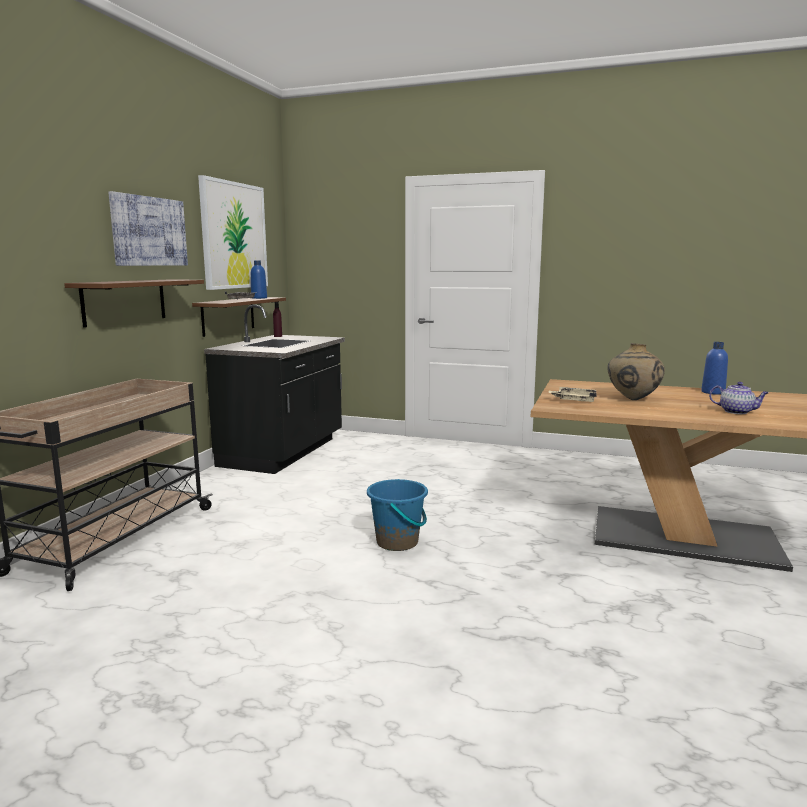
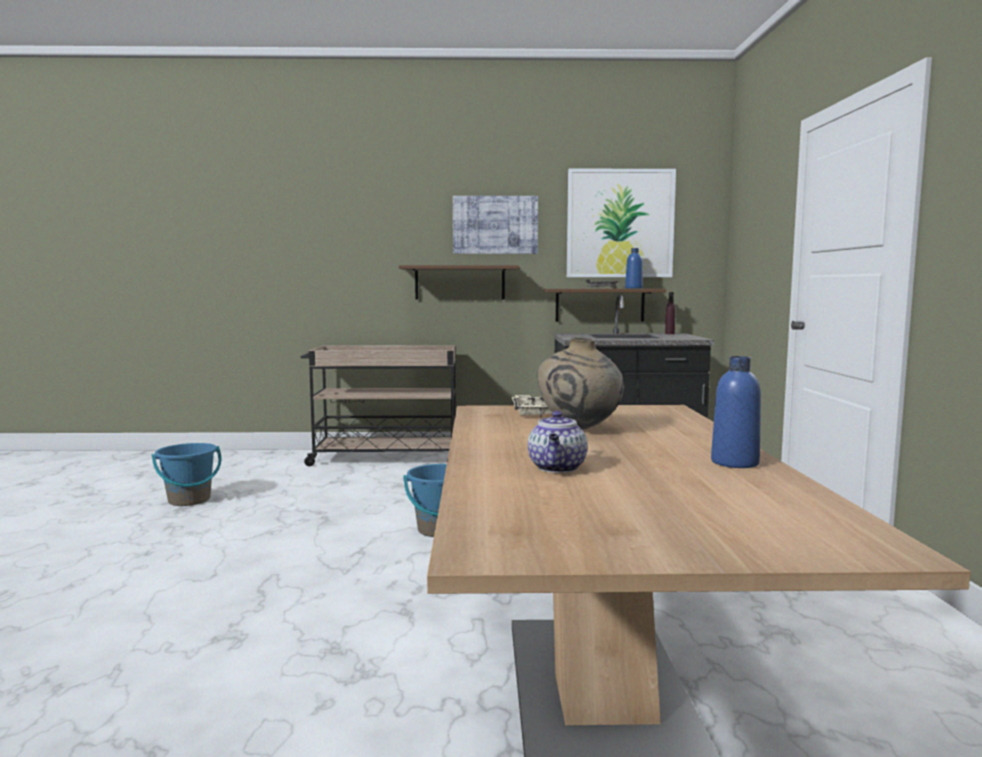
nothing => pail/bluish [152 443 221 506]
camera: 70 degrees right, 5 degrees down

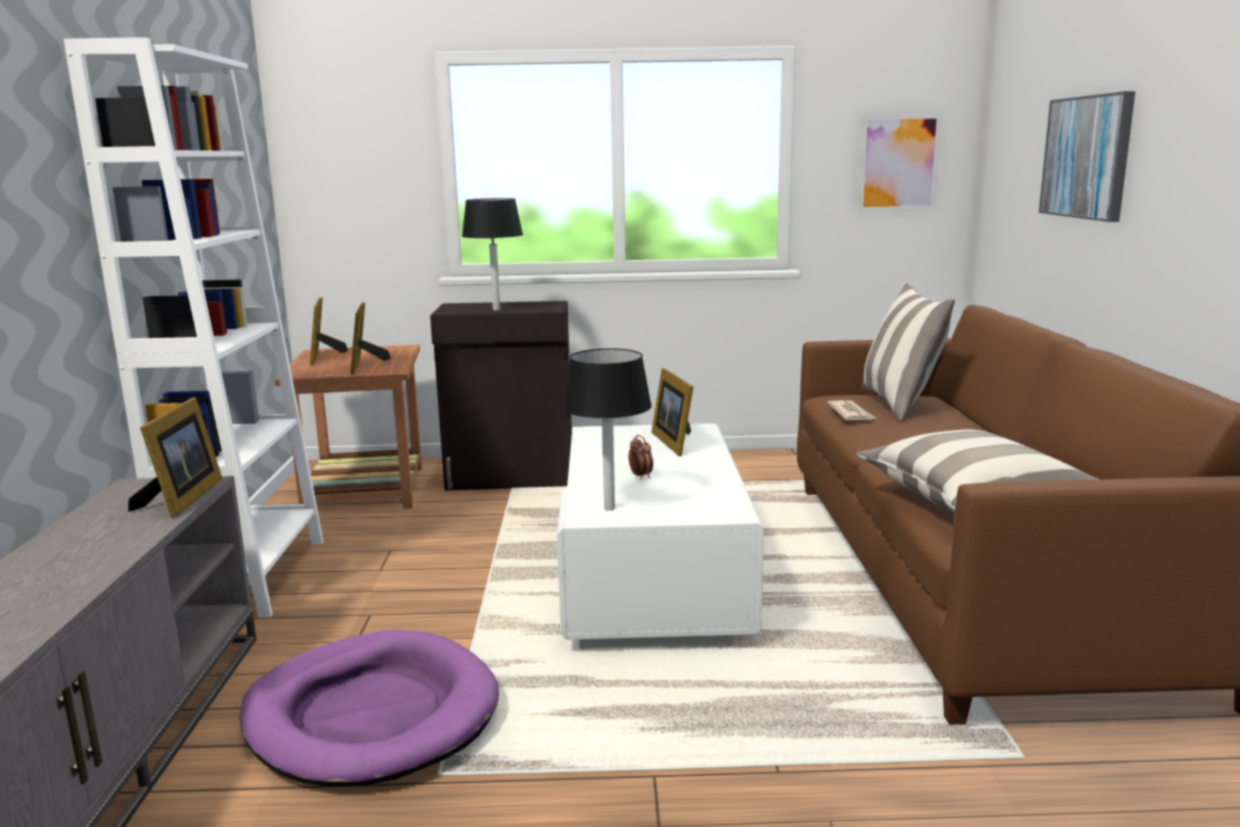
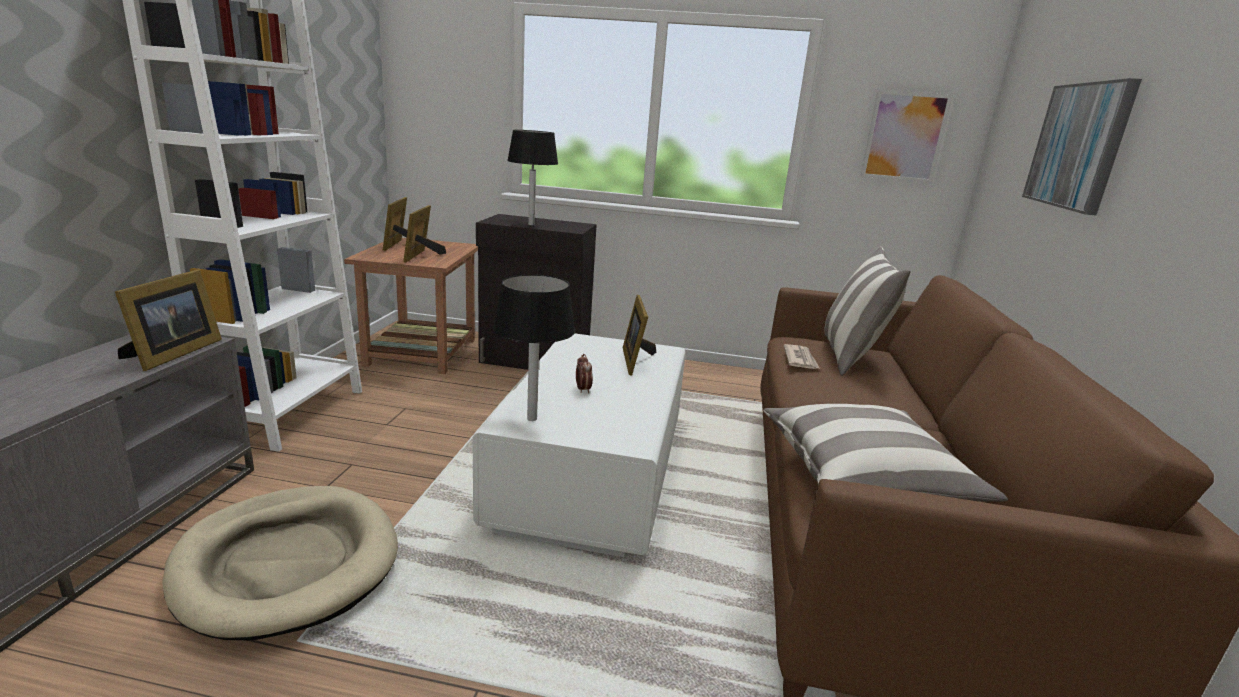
pet bed/purplish [239 630 499 786] => pet bed/beige [162 486 398 640]
camera: 10 degrees right, 5 degrees up

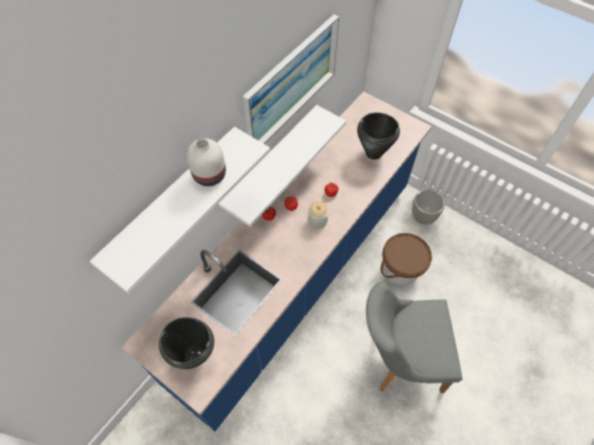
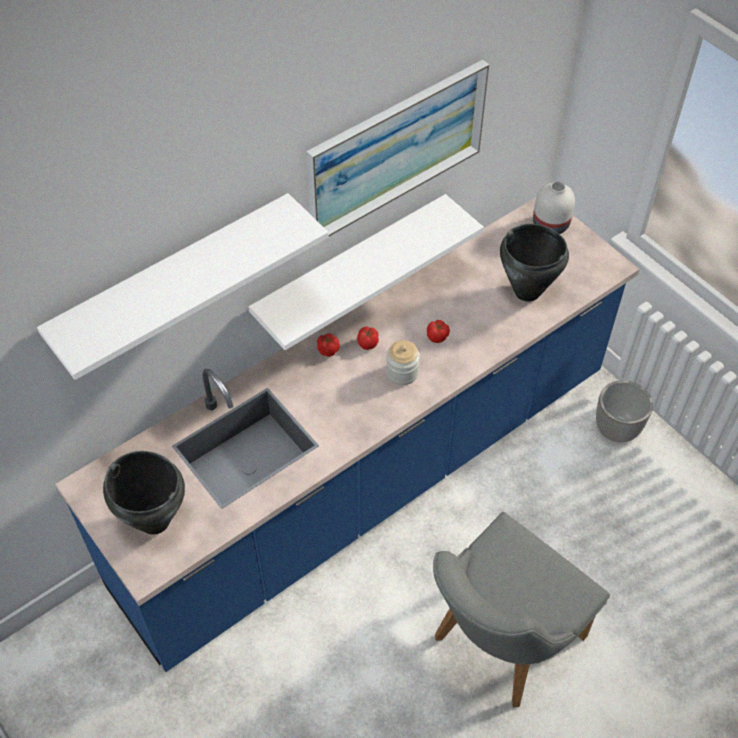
decorative vase/white-coloured [187 138 226 186] => decorative vase/white-coloured [533 181 575 234], move
plain chair/gray [366 281 462 393] => plain chair/gray [433 512 610 707], 60 degrees counterclockwise
pail/brown [381 233 432 286] => nothing
camera: 15 degrees right, 5 degrees down

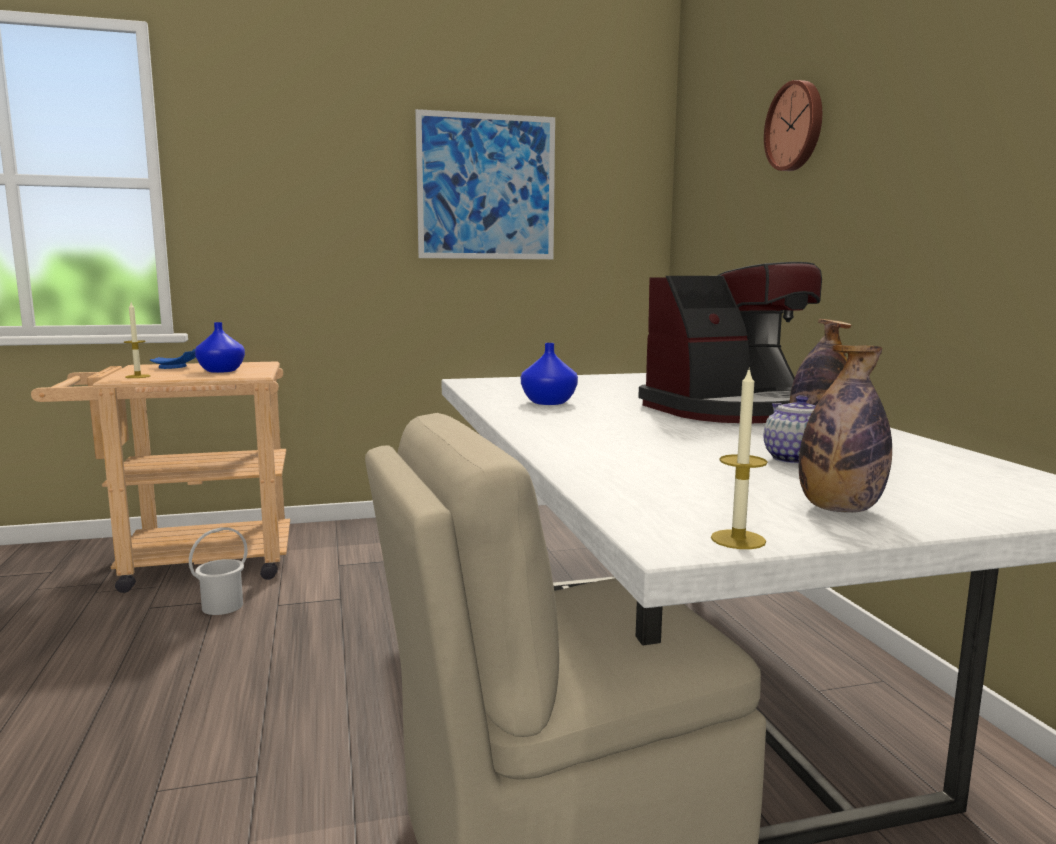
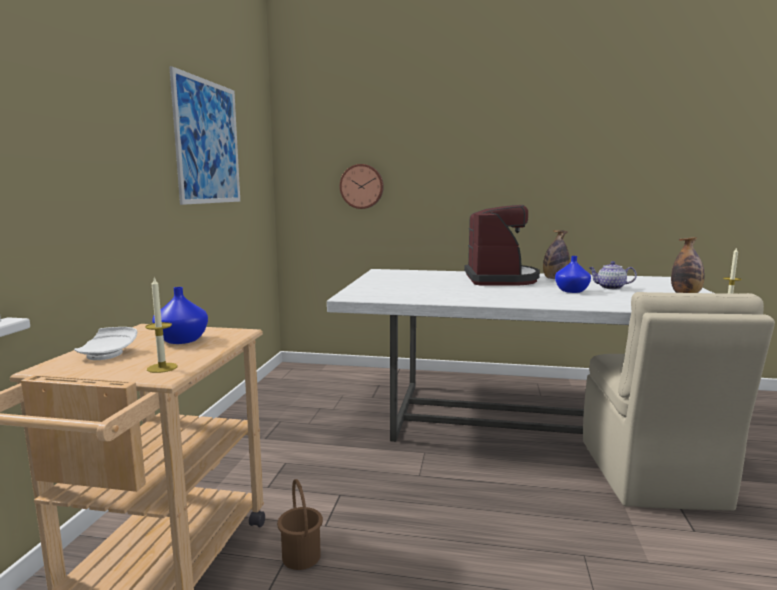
dinner plate/bluish [150 349 196 369] => dinner plate/white-coloured [74 327 137 360]
pail/white-coloured [189 527 248 615] => pail/brown [277 479 323 570]
decorative vase/bluish [521 343 578 405] => decorative vase/bluish [555 256 591 293], move
clock on the wall [764 80 822 171] => clock on the wall [340 164 384 209], move
camera: 65 degrees left, 0 degrees up

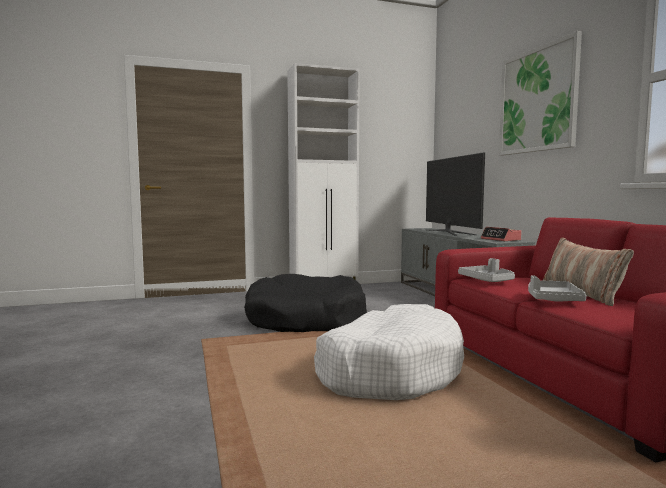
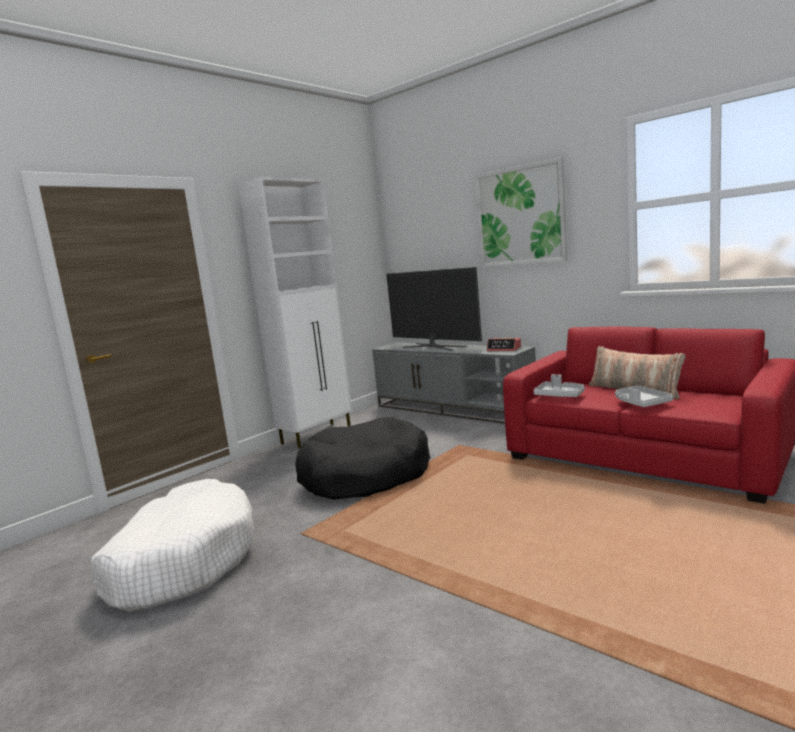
pet bed/white-coloured [314 304 464 400] => pet bed/white-coloured [91 479 254 612], move
camera: 30 degrees left, 5 degrees up

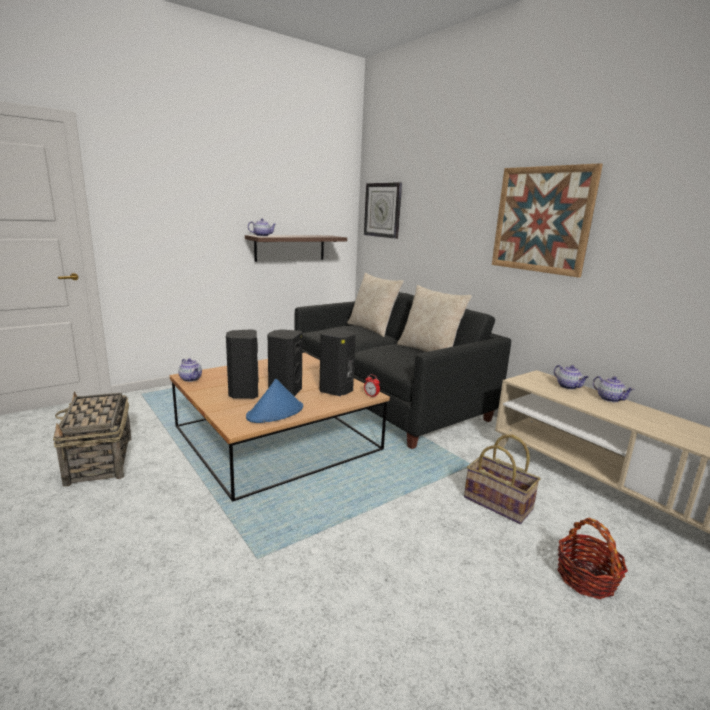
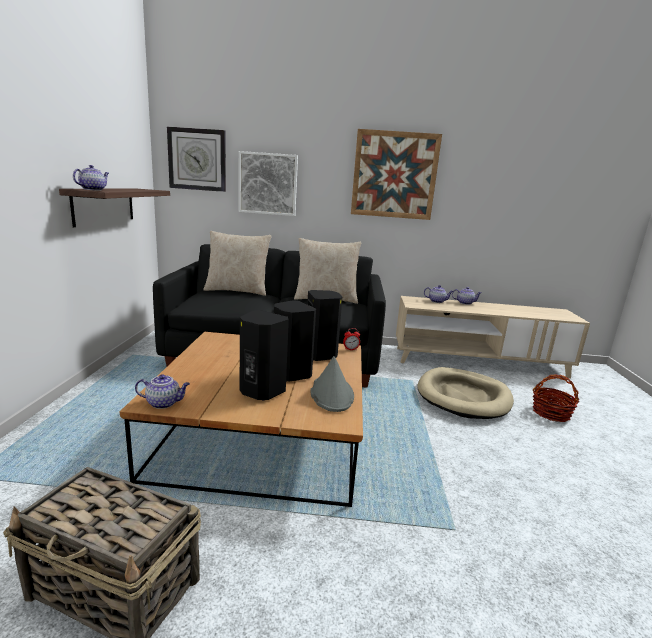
hat/bluish [246 379 303 423] => hat/gray [311 356 354 412]
household basket [464 434 541 524] => pet bed/beige [417 367 514 419]
nothing => wall picture [238 151 298 216]
camera: 50 degrees left, 0 degrees up

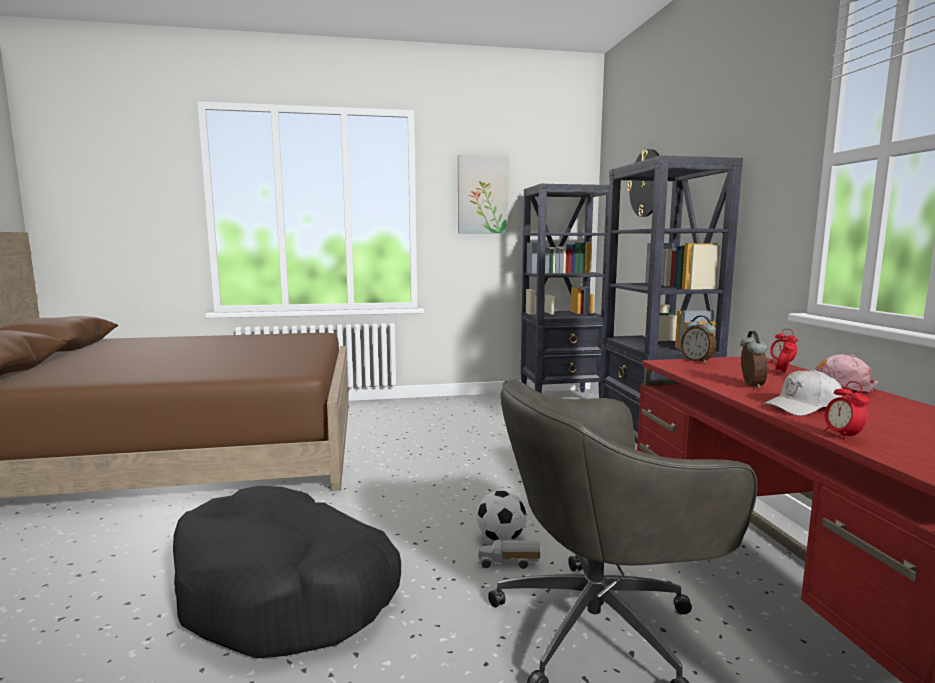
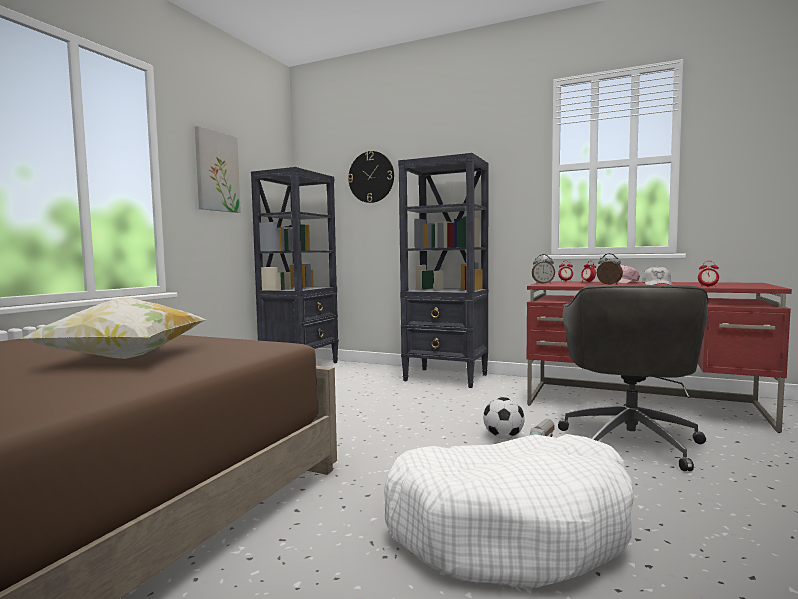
pet bed/black [173 486 401 658] => pet bed/white-coloured [384 434 634 589]
nothing => throw pillow [21 297 206 359]
camera: 55 degrees left, 5 degrees down

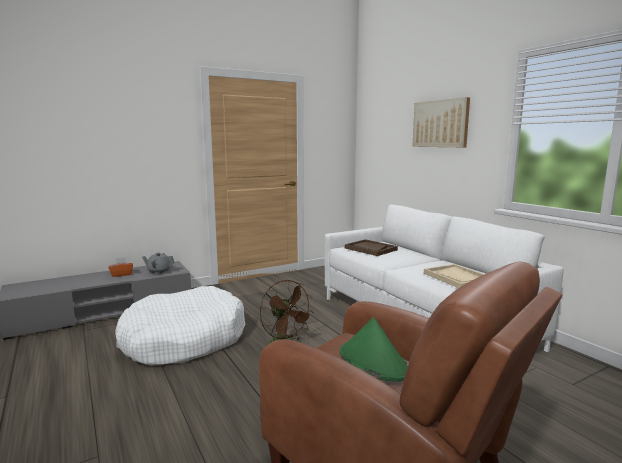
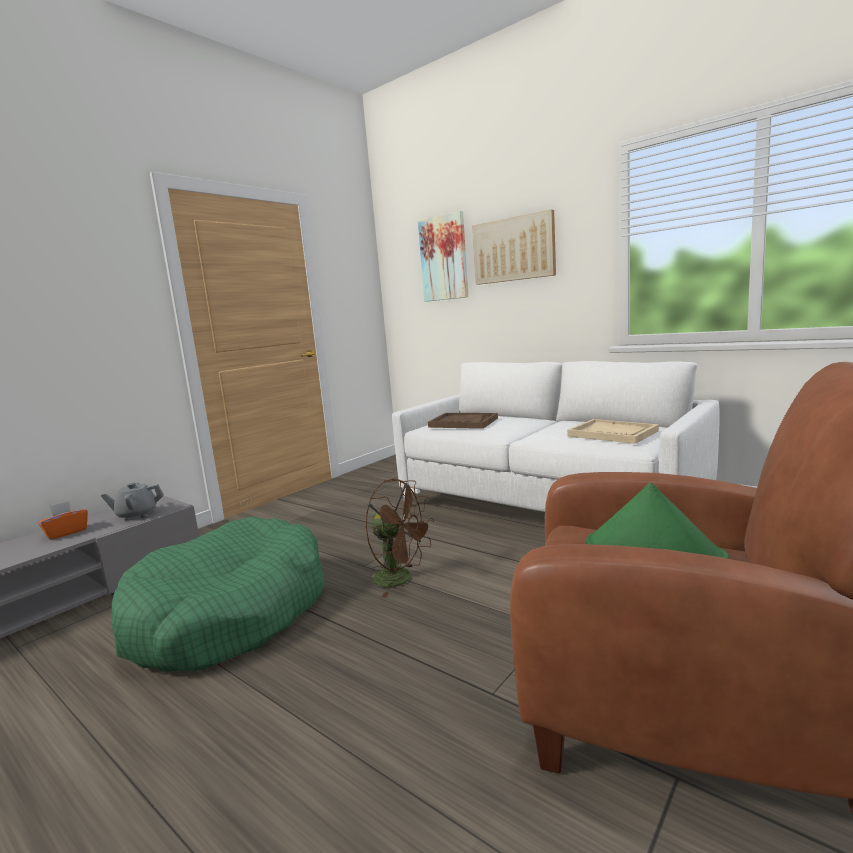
pet bed/white-coloured [115 286 245 366] => pet bed/greenish [112 517 325 672]
nothing => wall picture [418 211 468 302]
camera: 20 degrees left, 0 degrees up

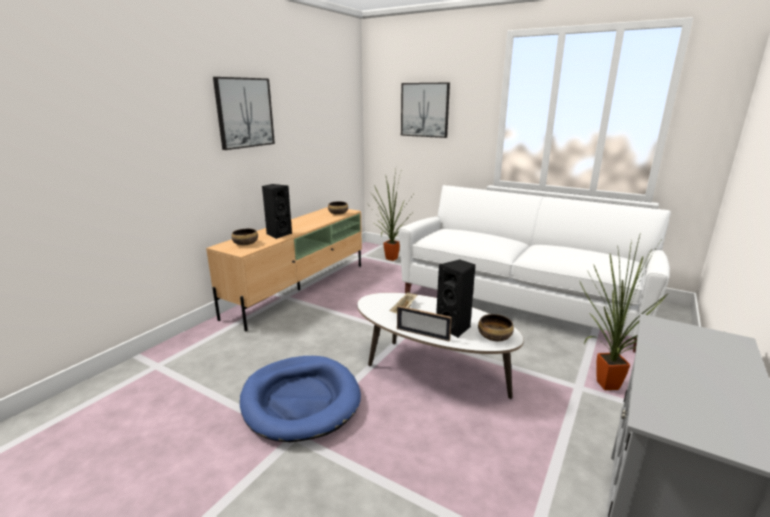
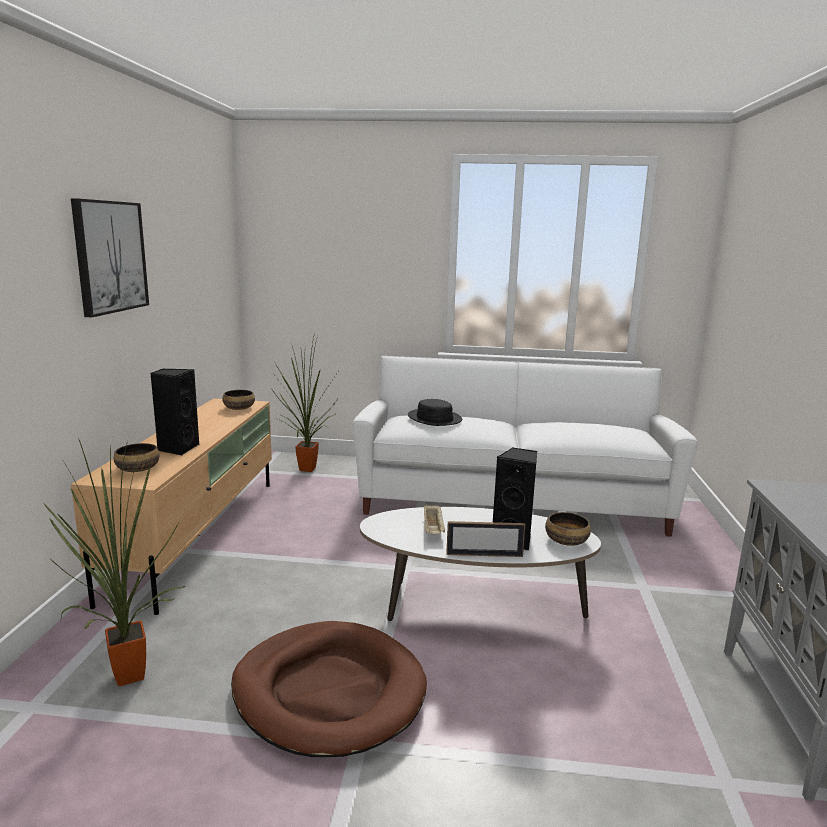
pet bed/bluish [240 356 361 442] => pet bed/brown [231 621 427 757]
wall picture [401 82 450 138] => nothing
potted plant [579 236 669 390] => potted plant [44 438 185 686], move
nothing => hat/black [408 399 462 426]
camera: 25 degrees left, 5 degrees down

